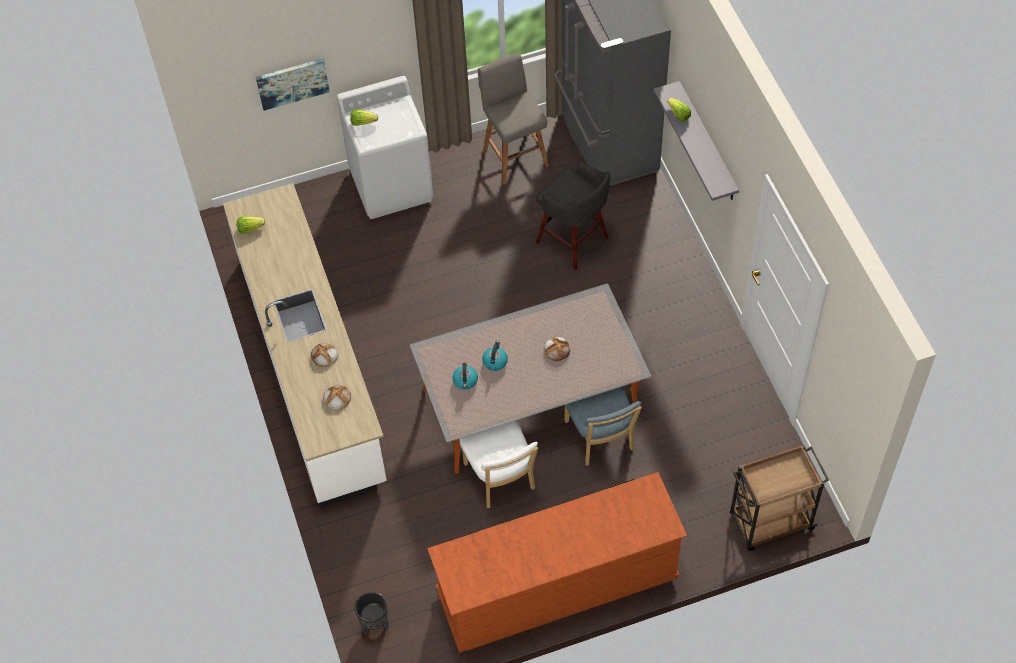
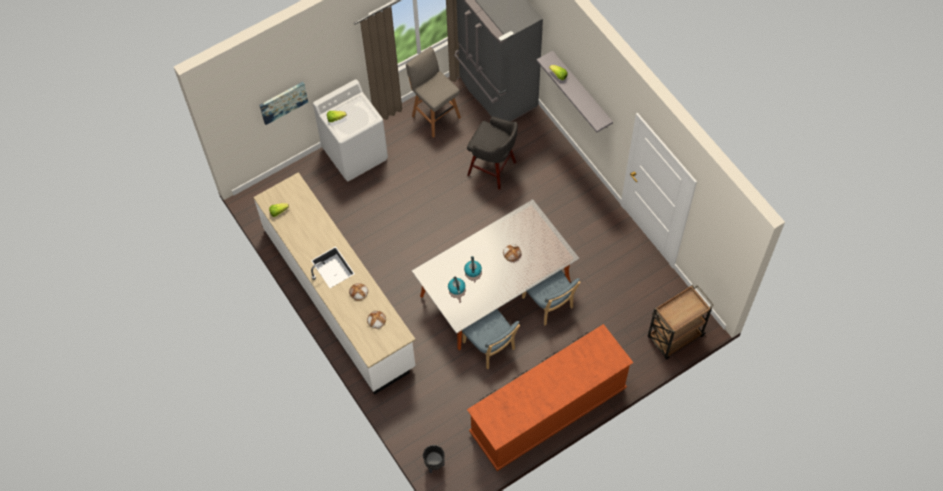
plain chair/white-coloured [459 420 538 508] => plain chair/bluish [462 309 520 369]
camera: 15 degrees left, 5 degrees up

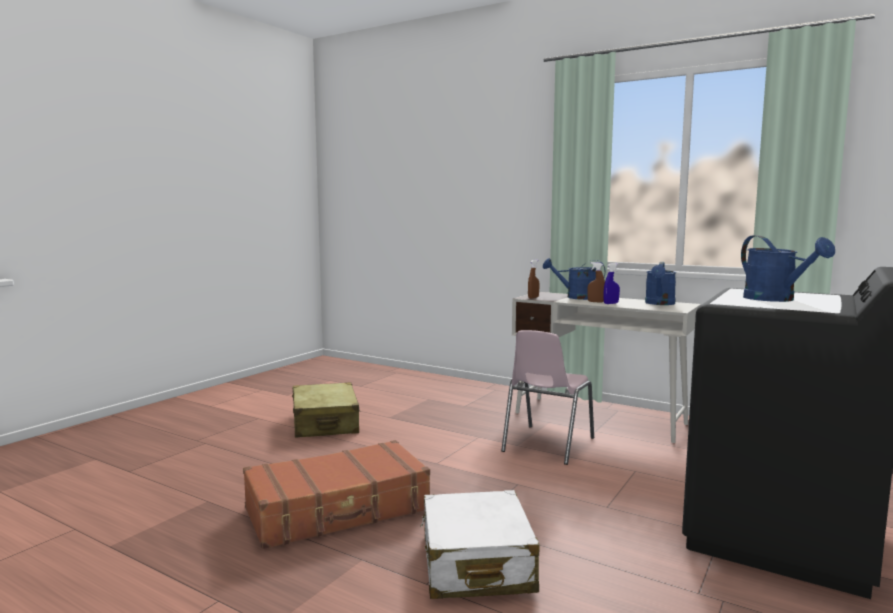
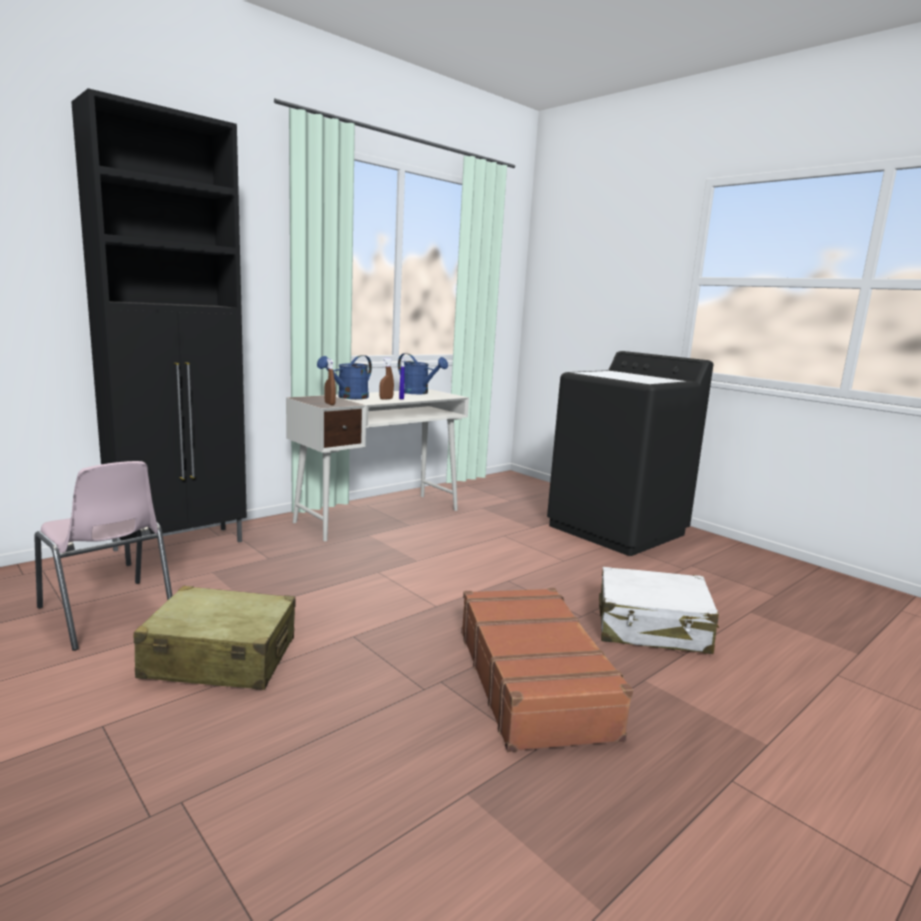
plain chair/pink-coloured [501 330 594 465] => plain chair/pink-coloured [34 461 173 651], move
watering pot/bluish [741 235 835 302] => nothing
nothing => cabinet/black [71 88 247 566]
camera: 75 degrees left, 5 degrees up

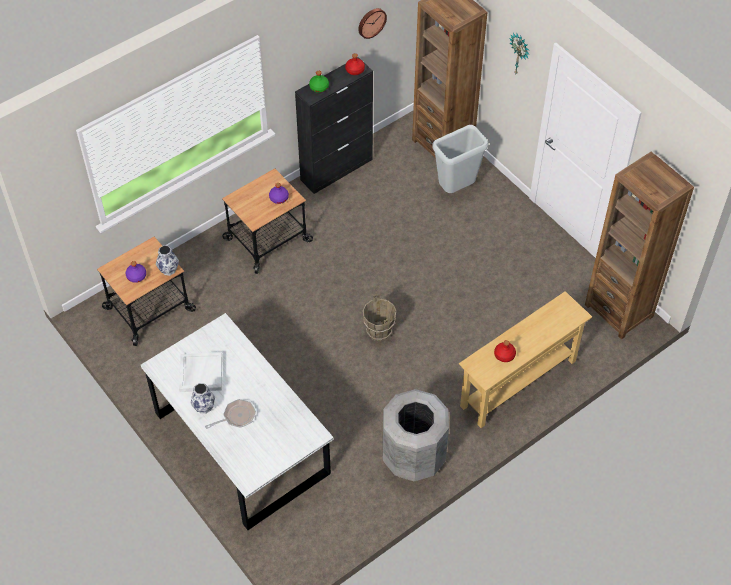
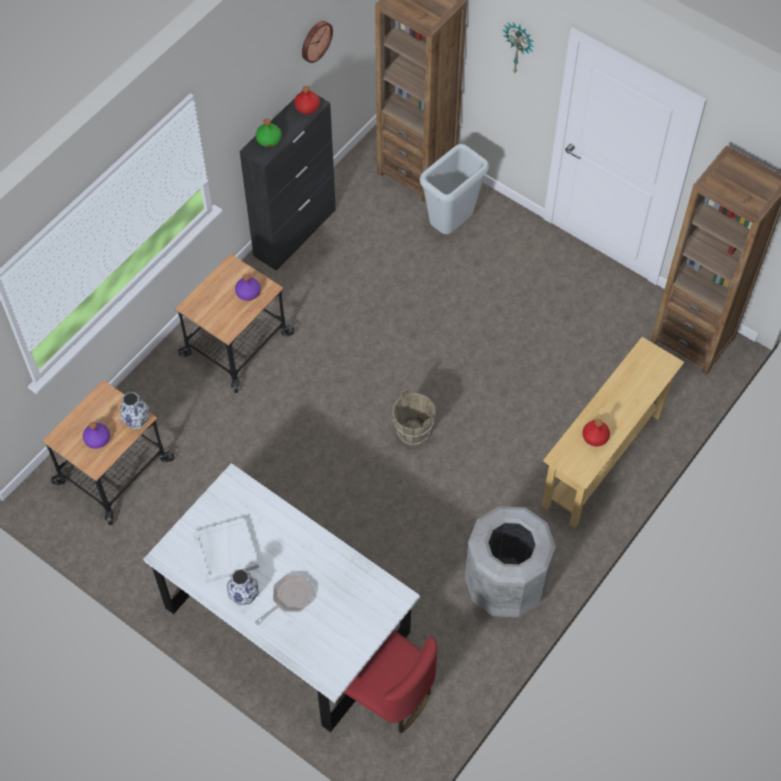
nothing => plain chair/reddish [336 630 438 734]
camera: 15 degrees left, 5 degrees up

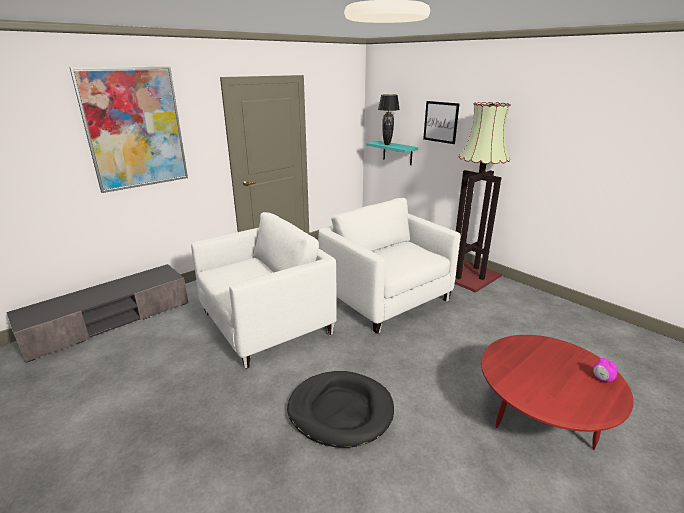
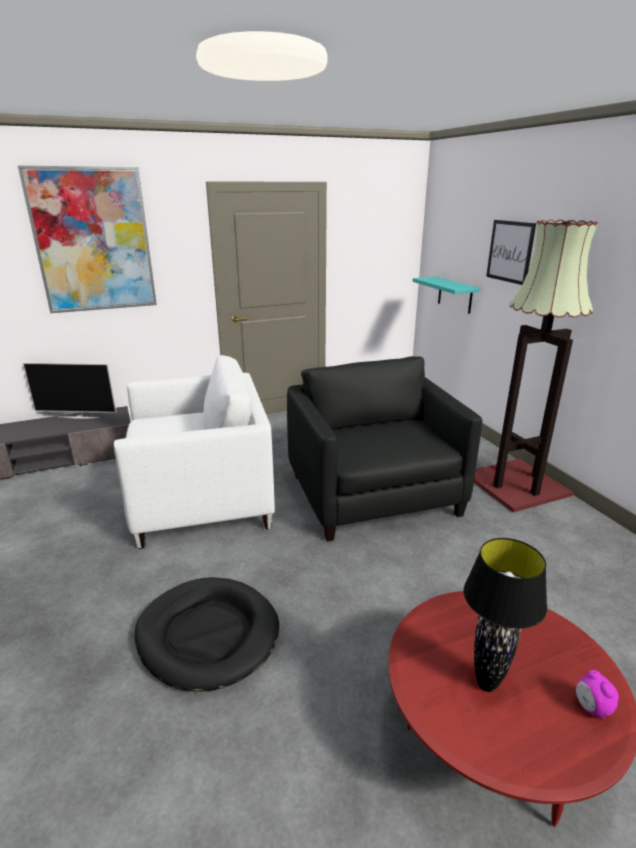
lounge chair/white-coloured [318 198 461 334] => lounge chair/black [287 356 482 542]
lamp for a table/black [378 94 400 145] => lamp for a table/black [464 538 547 692], move
nothing => television [23 363 117 419]
camera: 20 degrees right, 0 degrees up

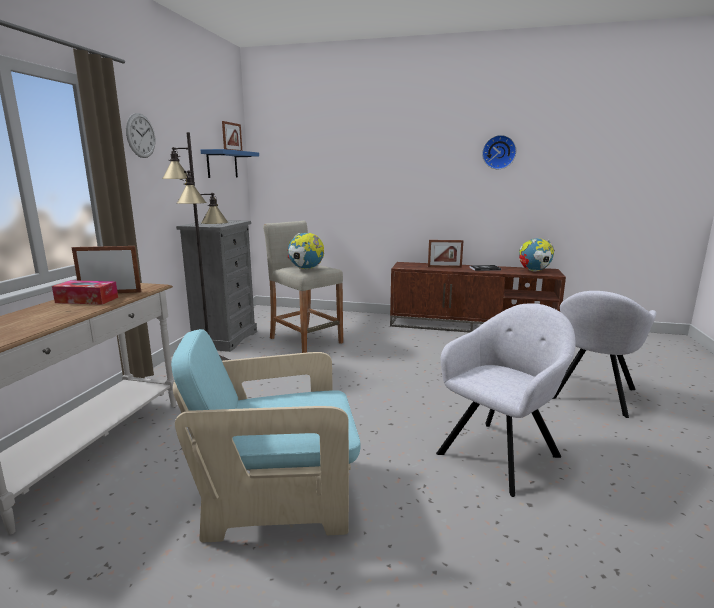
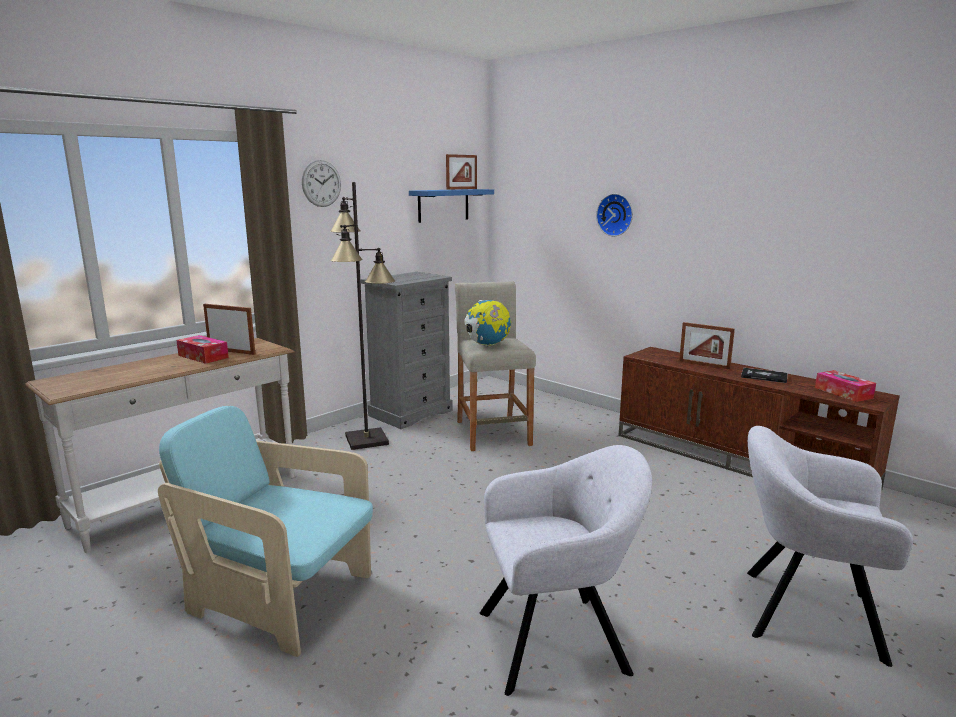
clock on the wall [482 135 516 169] => clock on the wall [596 194 633 236], move
globe [519 238 555 271] => box of tissues [815 370 876 402]
lounge chair/gray [552 291 656 418] => lounge chair/gray [747 426 913 667], 45 degrees clockwise
camera: 30 degrees right, 0 degrees up

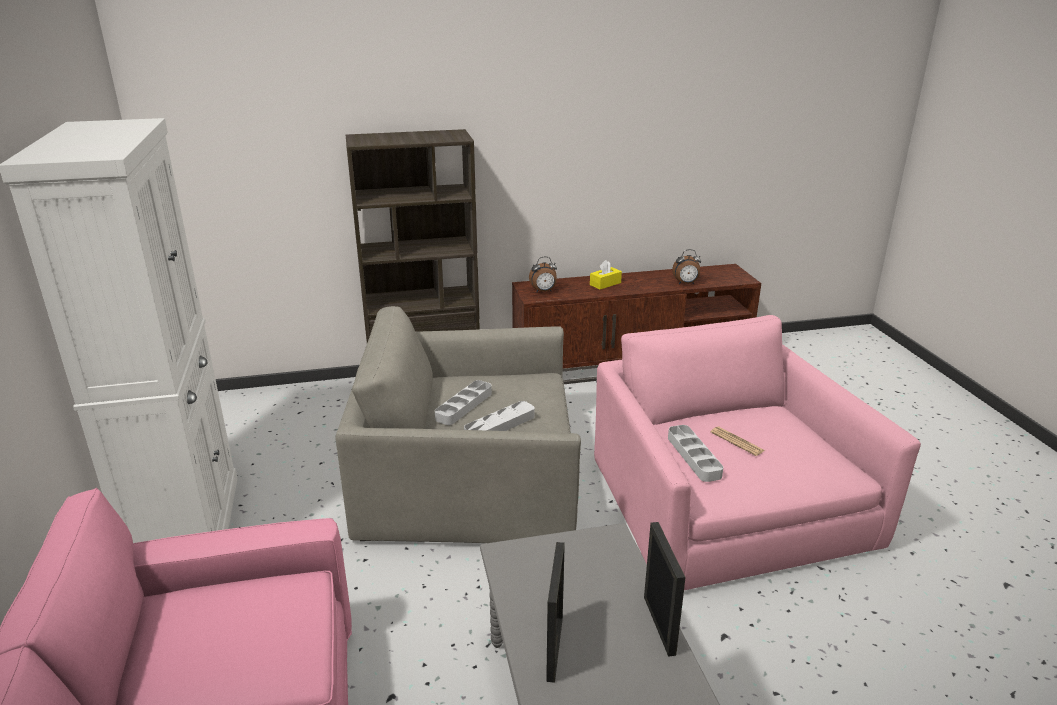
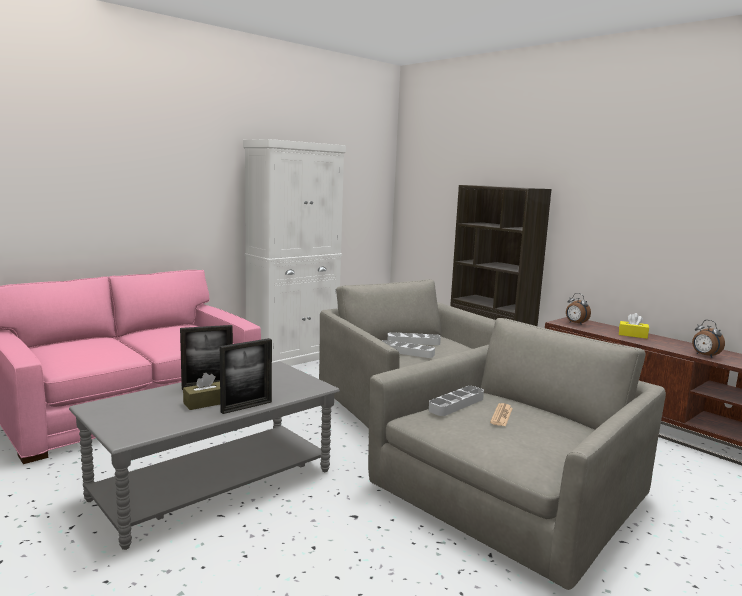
lounge chair/pink-coloured [594 315 921 590] => lounge chair/gray [368 318 666 590]
nothing => box of tissues/brown [183 373 220 410]
camera: 60 degrees right, 15 degrees down

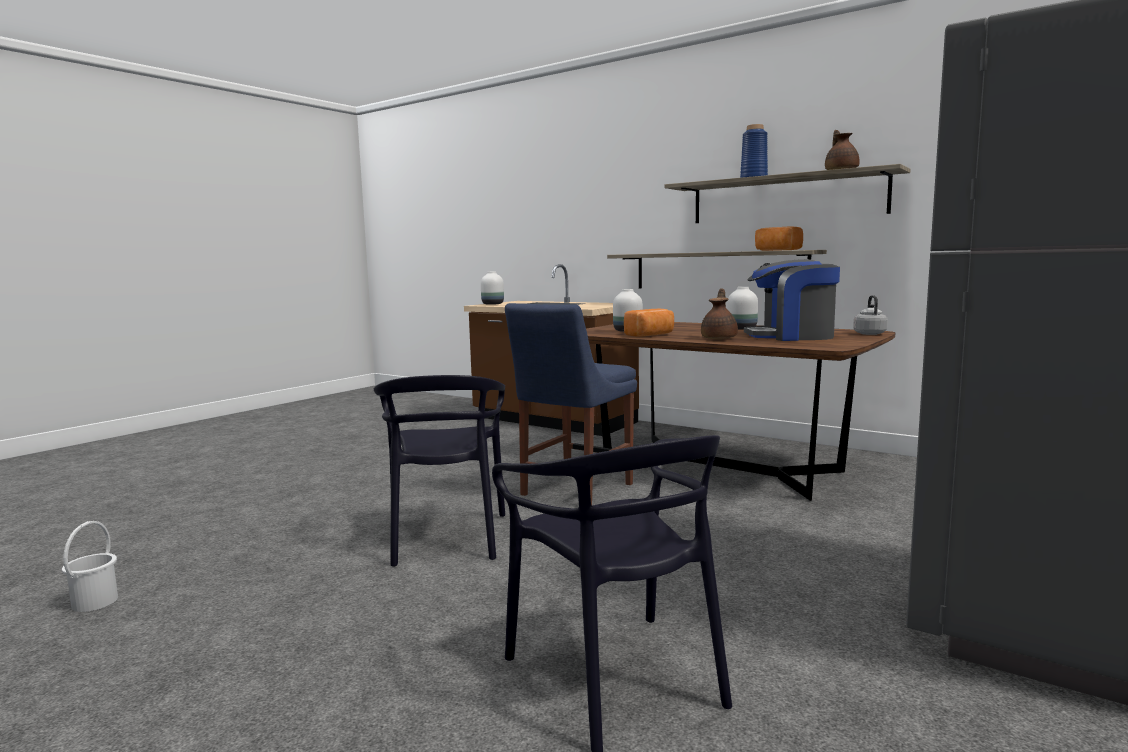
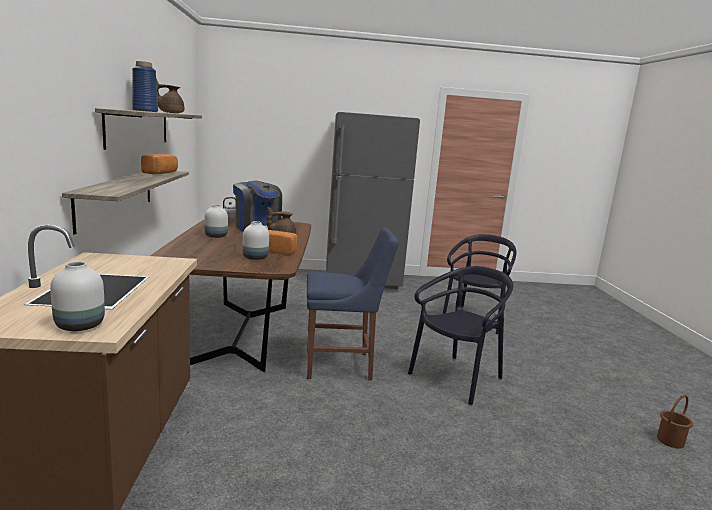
pail/white-coloured [62 521 118 612] => pail/brown [657 395 693 449]
camera: 130 degrees left, 5 degrees up

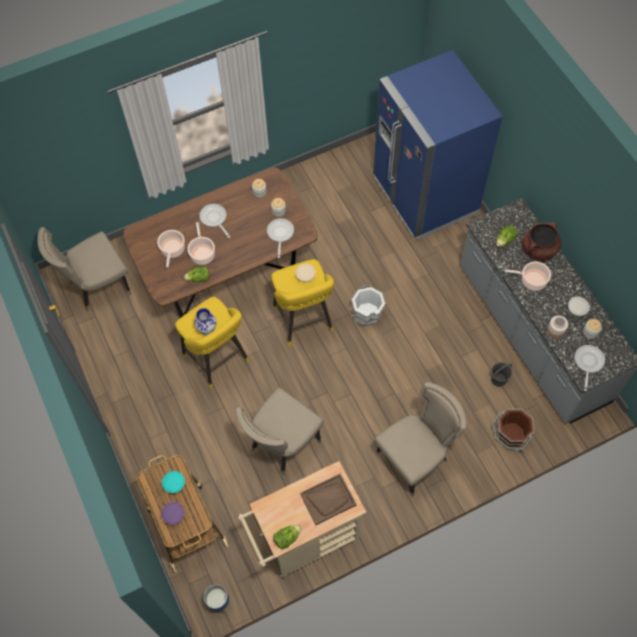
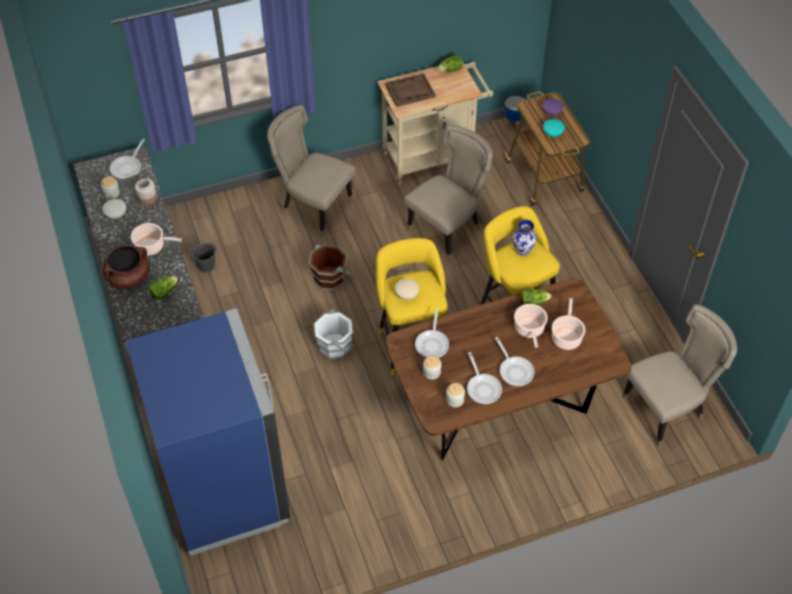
plain chair/beige [374 382 466 496] => plain chair/beige [267 105 356 238], 60 degrees clockwise
pail/brown [492 409 534 450] => pail/brown [309 245 350 290], move
nothing => pan [467 352 502 404]
camera: 175 degrees left, 10 degrees down

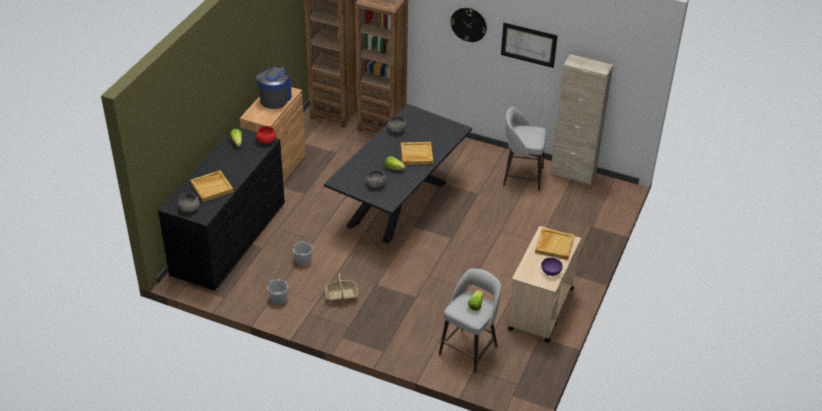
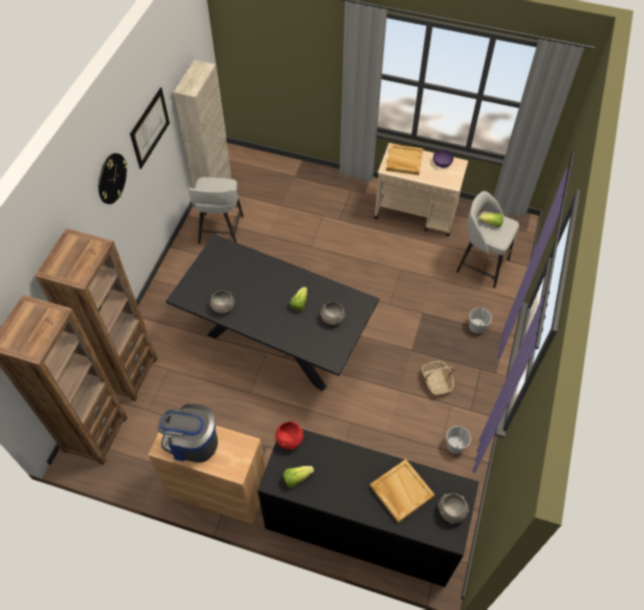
pail/white-coloured [293 241 313 266] => pail/white-coloured [469 307 492 334], move
serving tray/beige [401 142 433 165] => nothing
camera: 95 degrees left, 15 degrees up

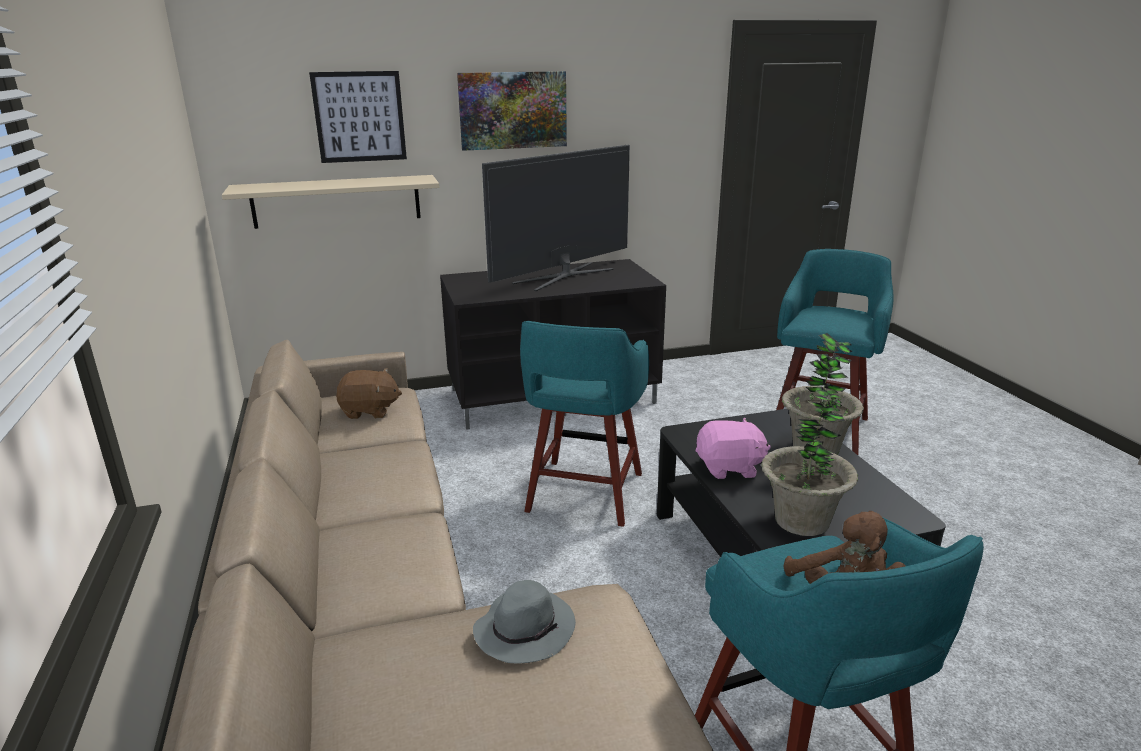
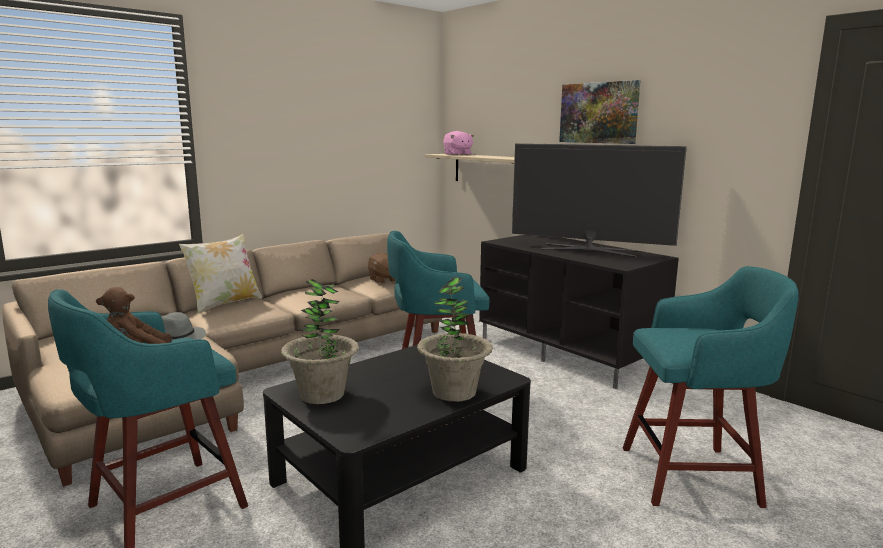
wall picture [309 71 407 163] => nothing
cuddly toy/pink-coloured [696 418 771 479] => cuddly toy/pink-coloured [443 131 474 155], move
nothing => throw pillow [179 233 262 314]
camera: 65 degrees right, 10 degrees down

